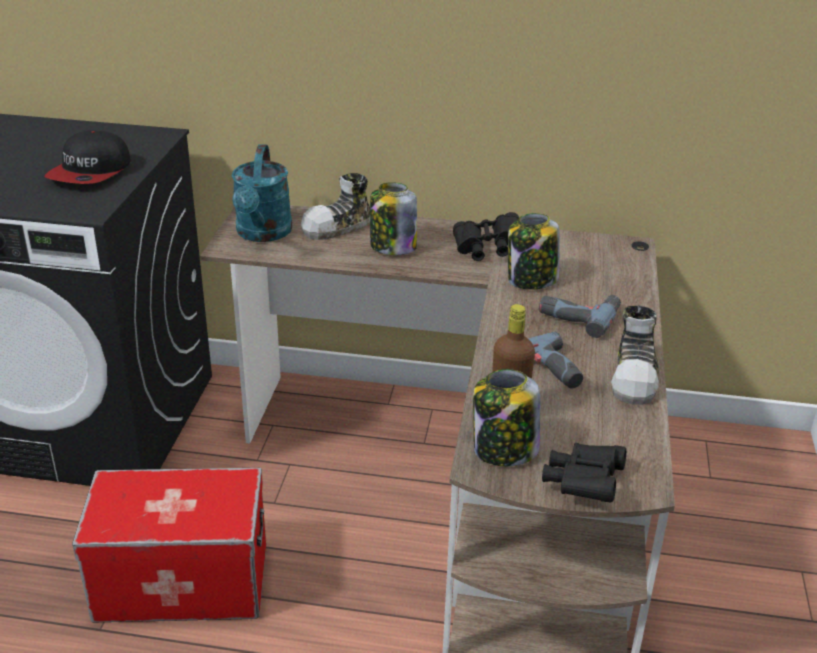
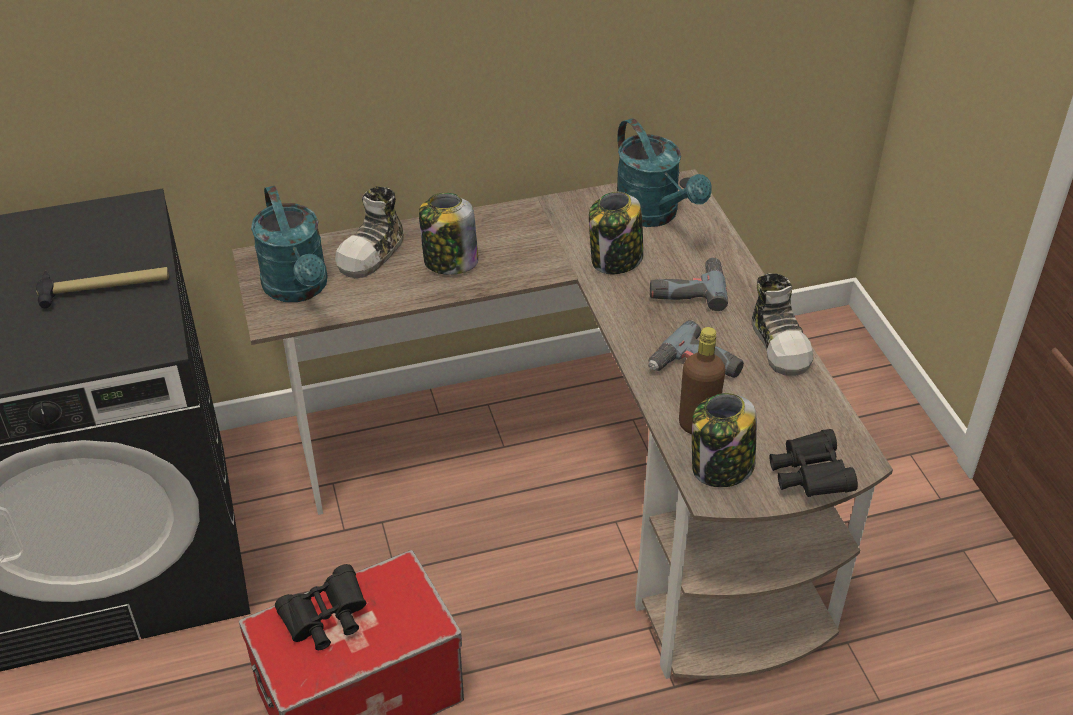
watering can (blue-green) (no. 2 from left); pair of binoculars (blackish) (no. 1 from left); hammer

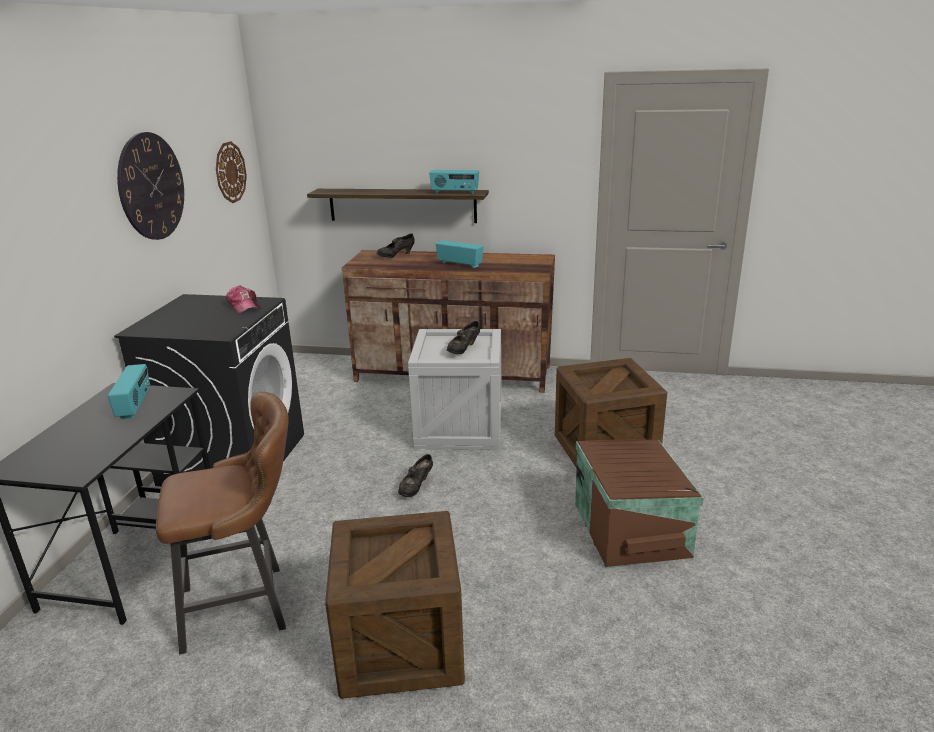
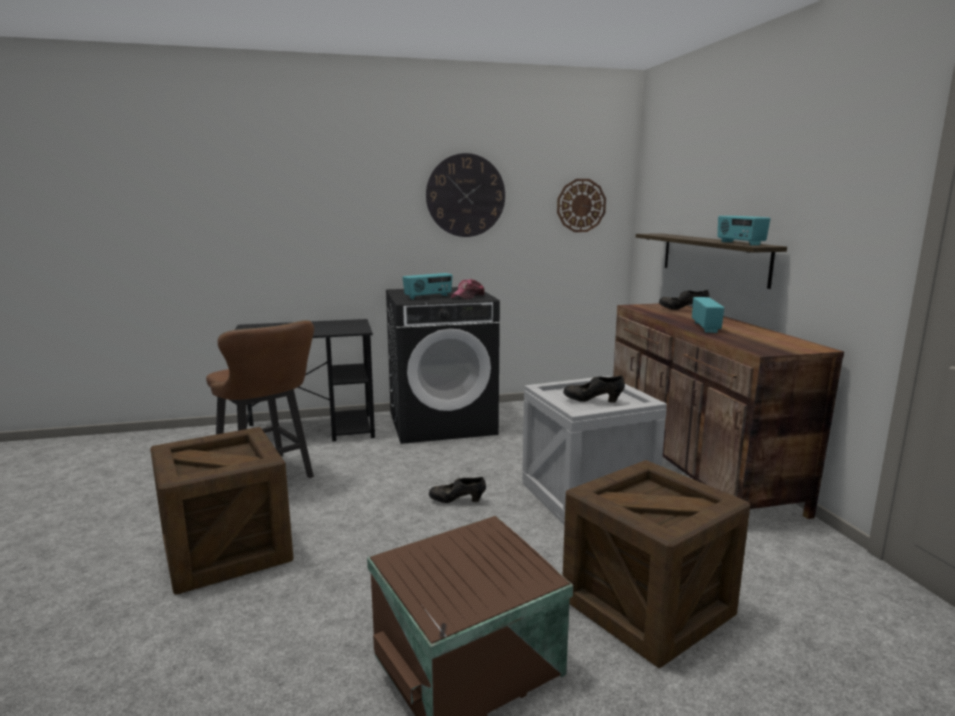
radio set (no. 1 from left)

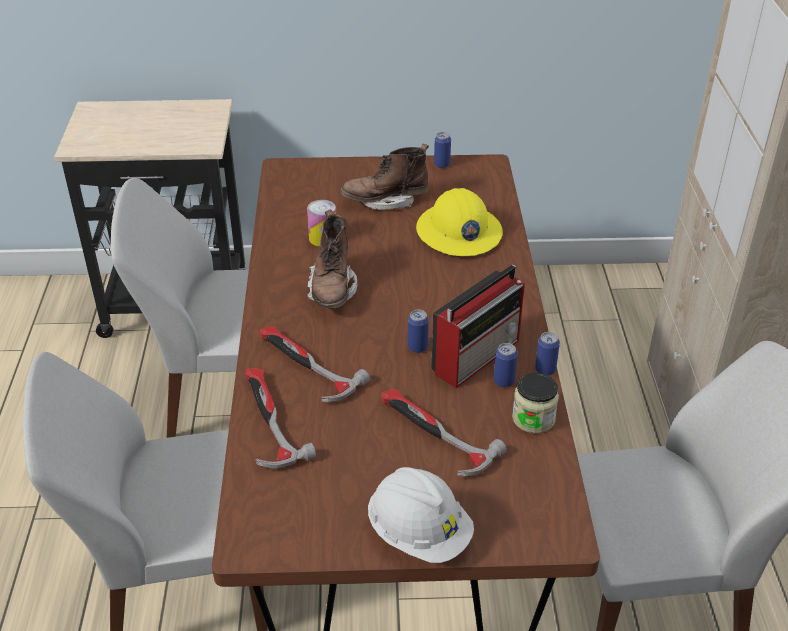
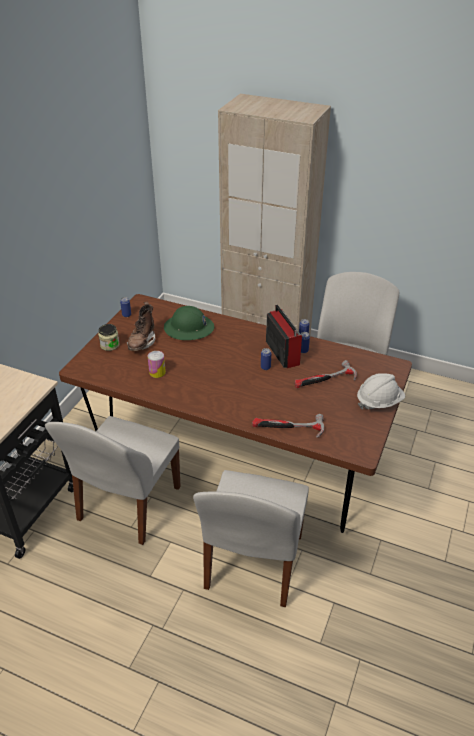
hammer (no. 2 from left in the first image); tall boot (brown) (no. 1 from left in the first image); preserve jar; hard hat (green)

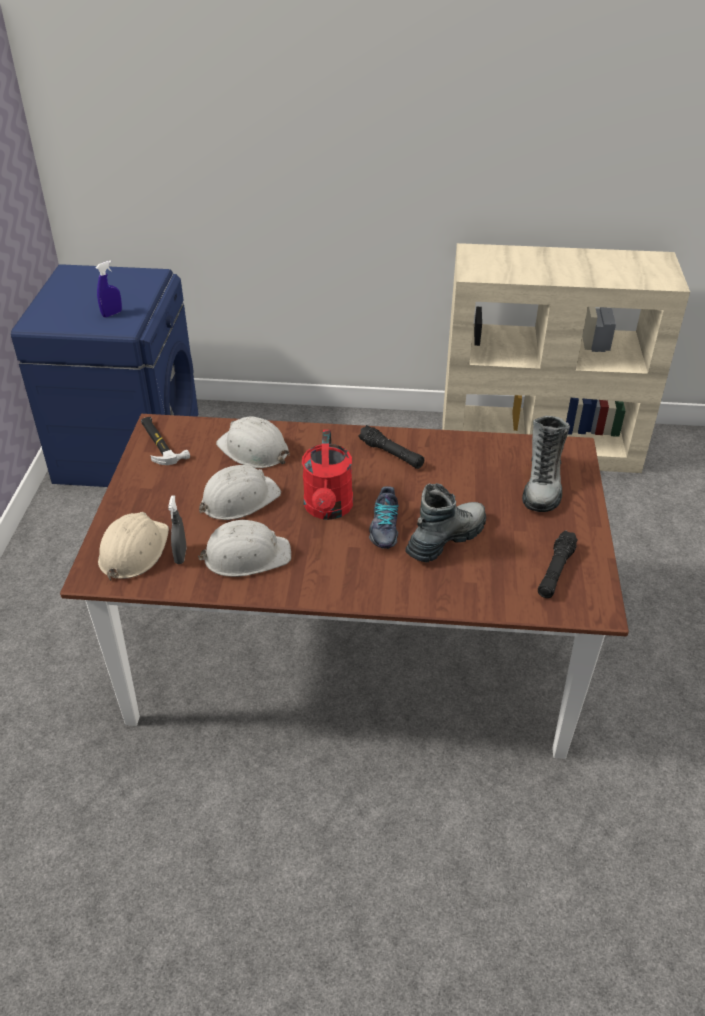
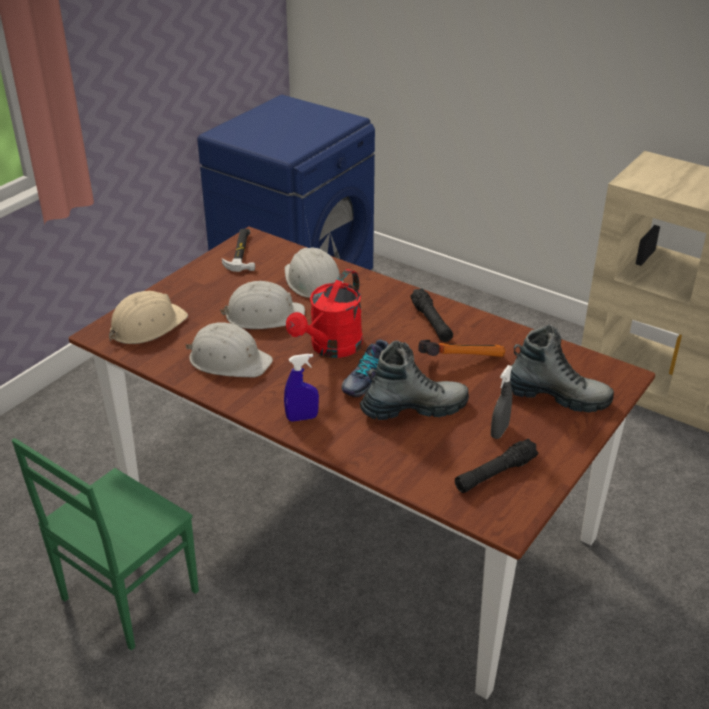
upright chair (green); hammer (no. 2 from left); hand sprayer (blue); hand sprayer (gray); tall boot (no. 2 from left)

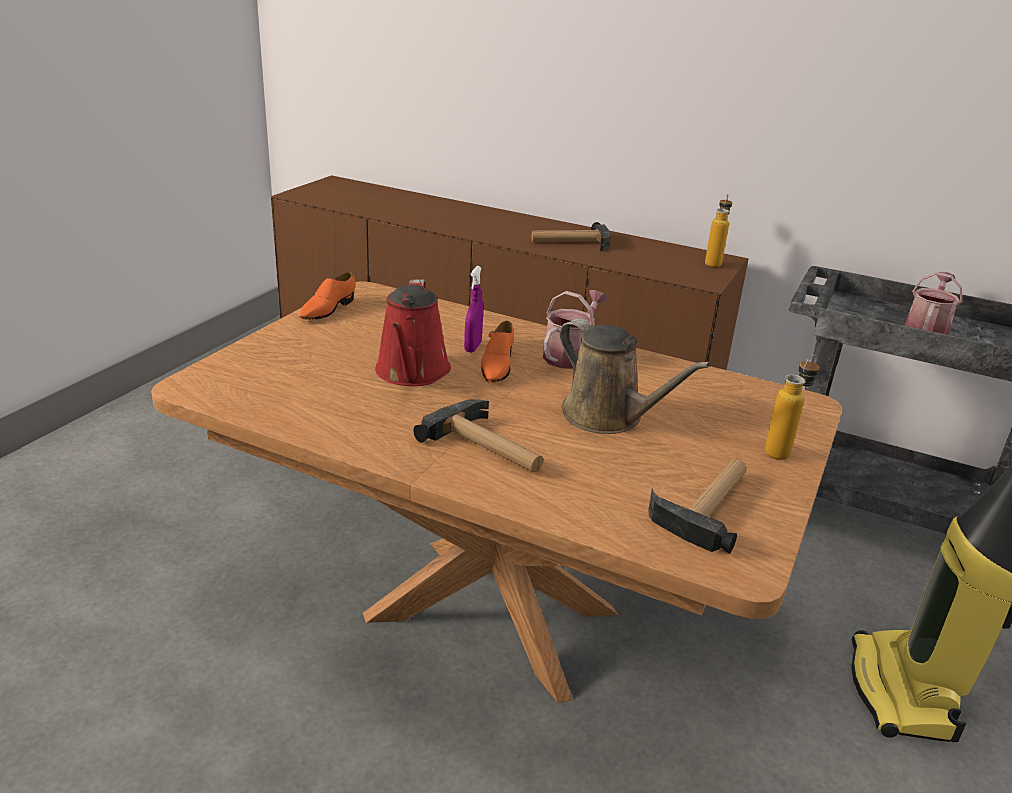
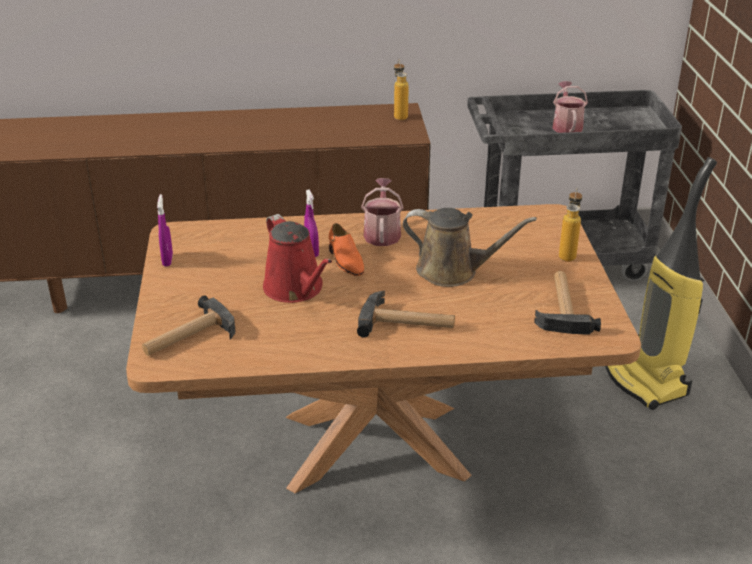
hammer (no. 1 from left); hand sprayer (purple) (no. 1 from left)

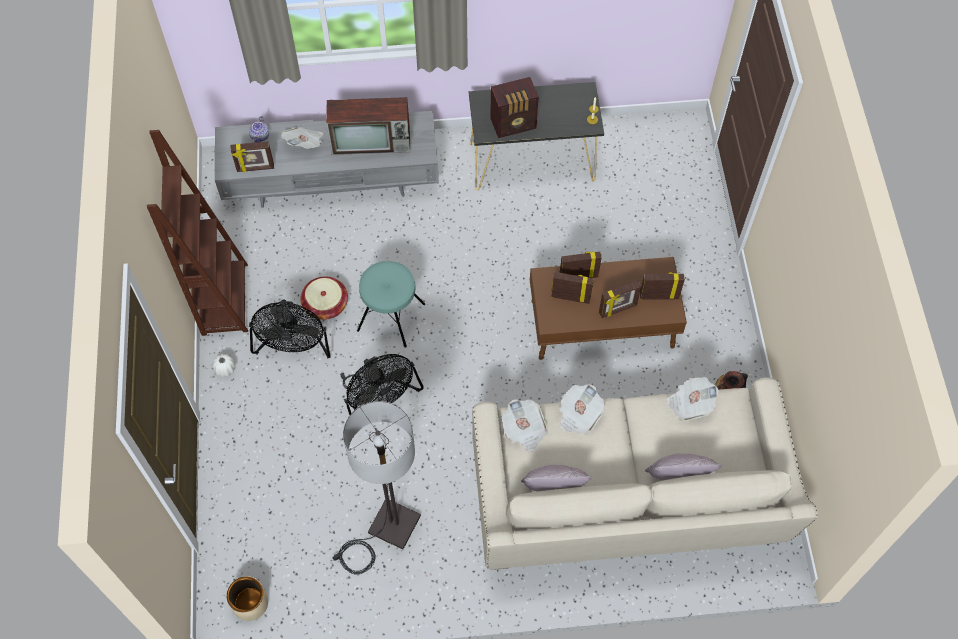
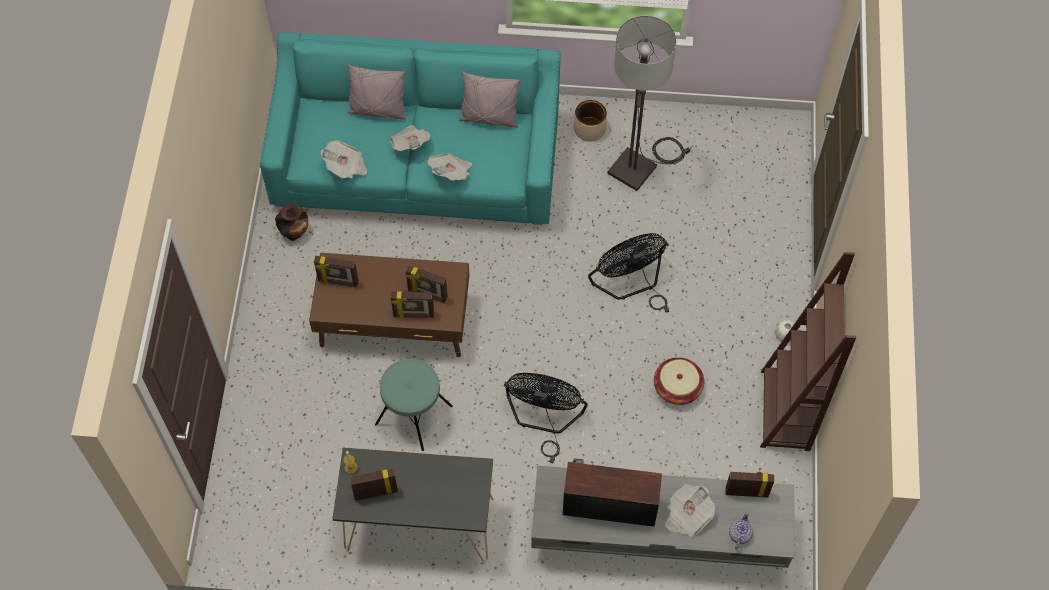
radio set; flower pot (beige); fan (blackish) (no. 1 from left); stool seat (blue-green); printed paper (no. 2 from left); picture frame (no. 2 from left); sofa (blue-green)

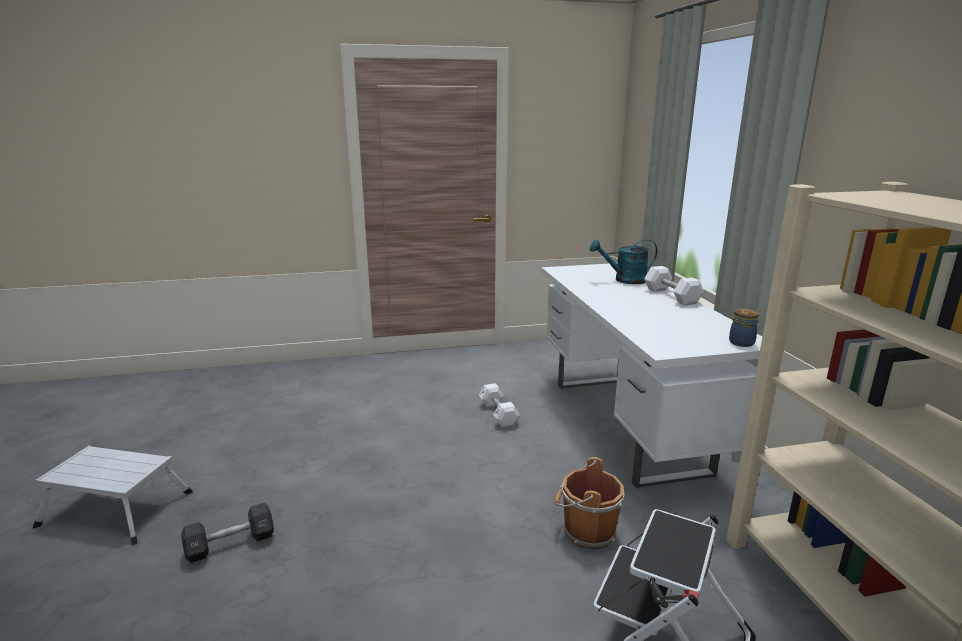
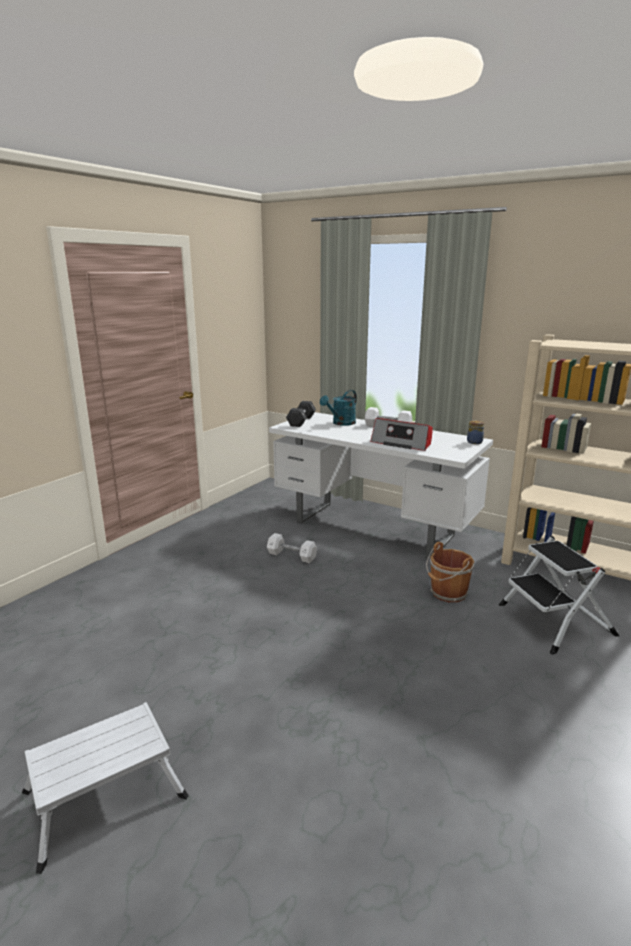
radio set; dumbbell (blackish)

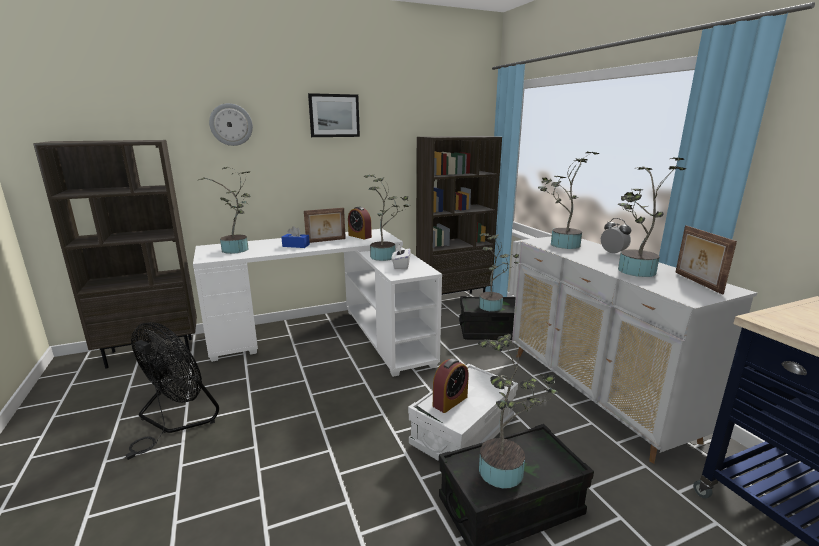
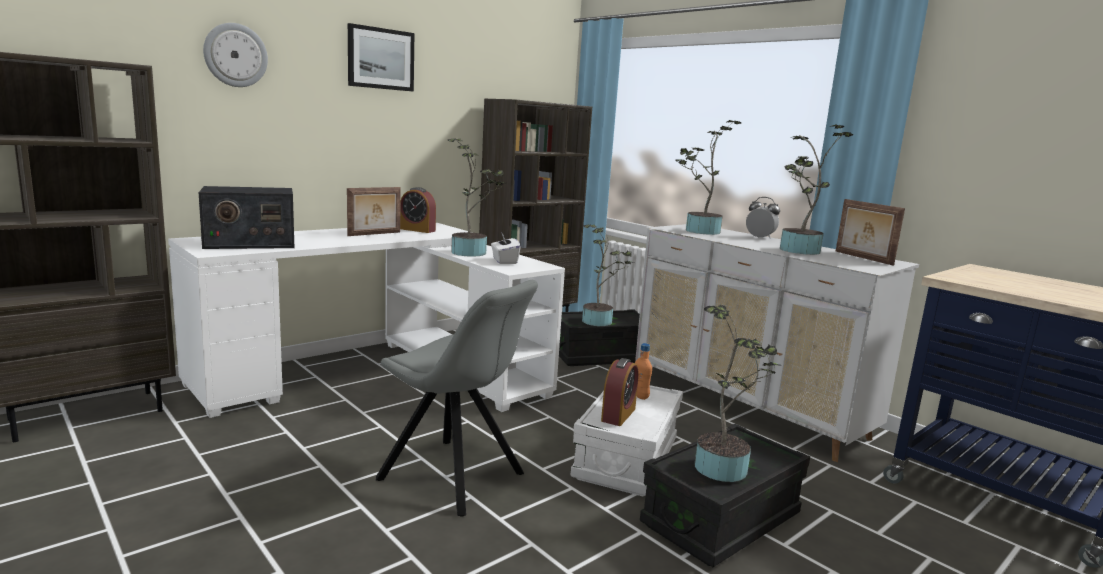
fan (blackish); tissue holder (blue); upright chair (gray); bottle (orangey); radio set

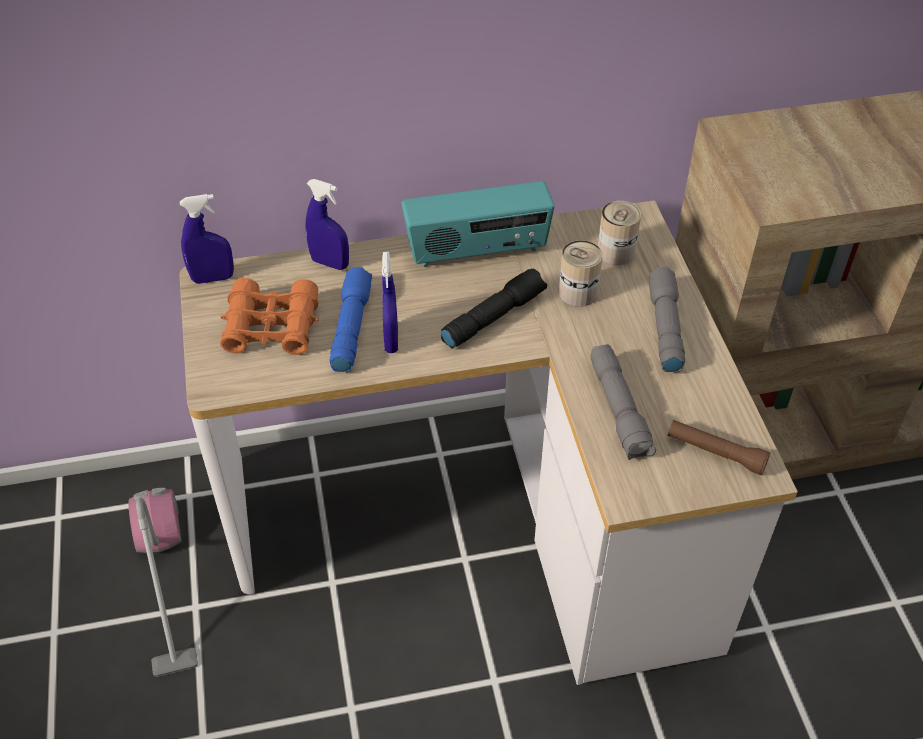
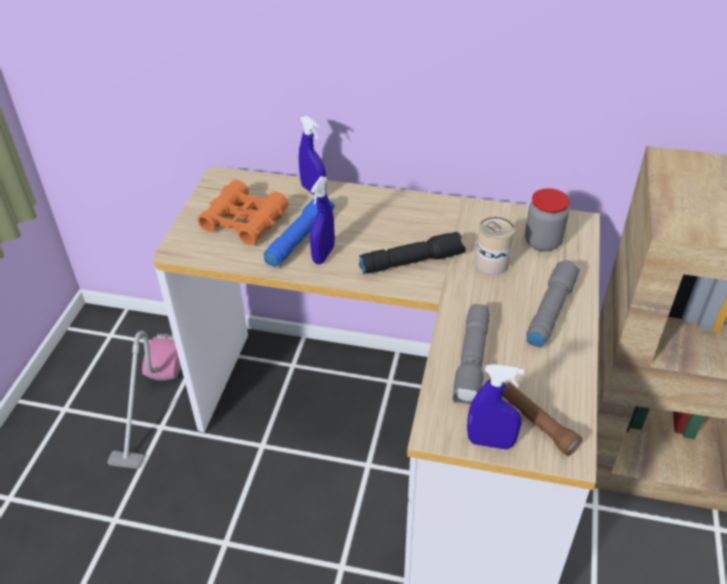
radio set; hand sprayer (blue) (no. 3 from left); preserve jar

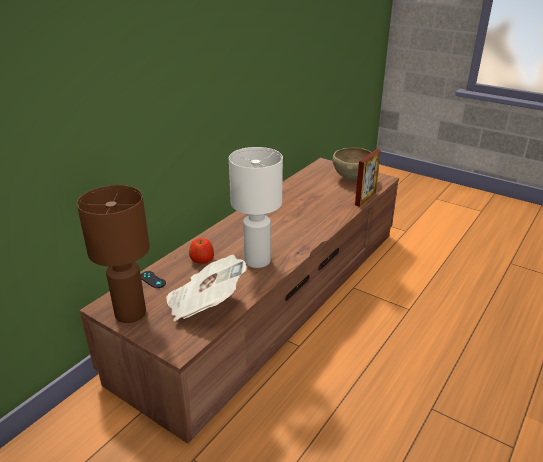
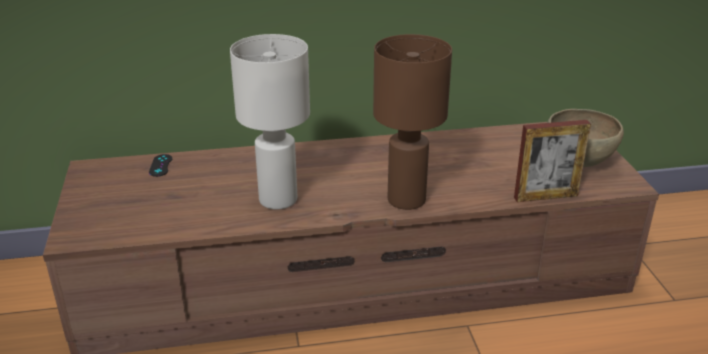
printed paper; apple; tabletop lamp (brown)

